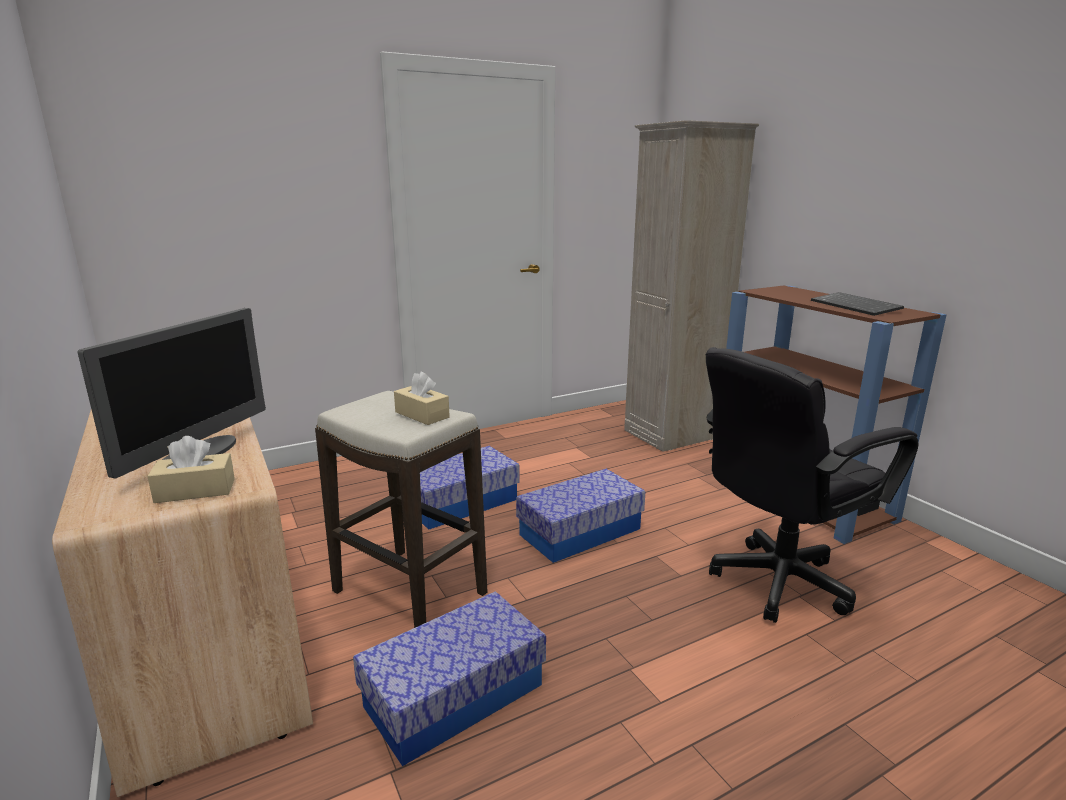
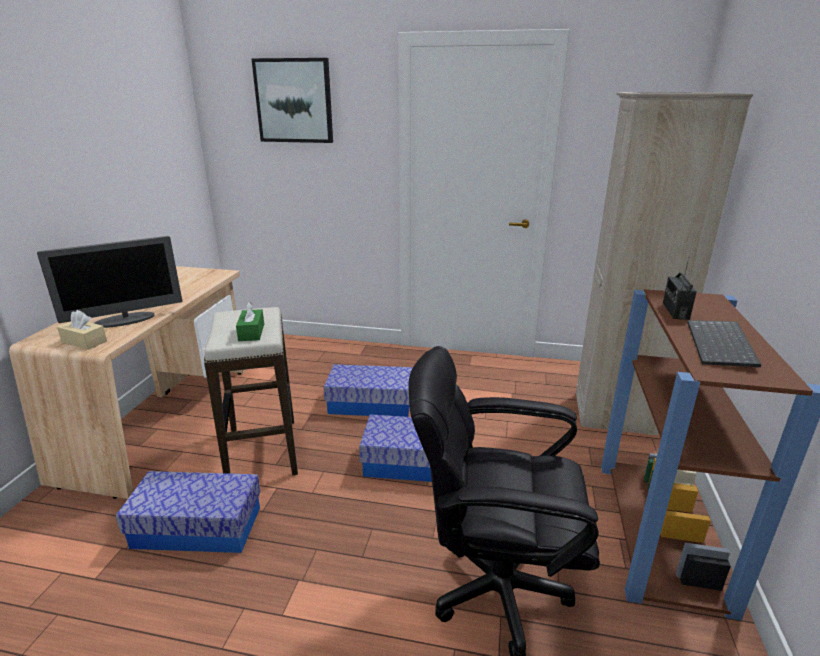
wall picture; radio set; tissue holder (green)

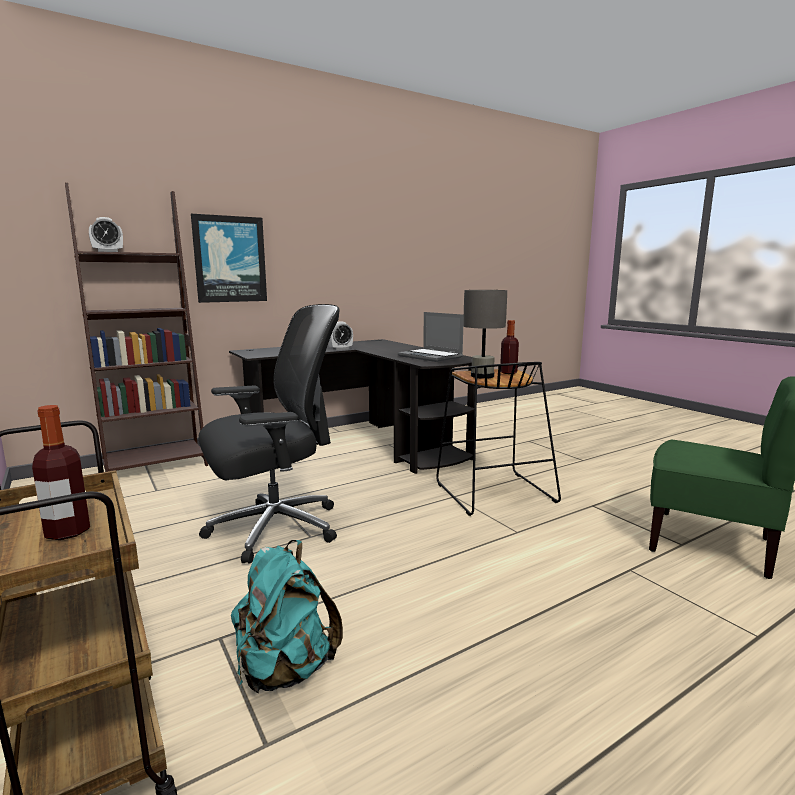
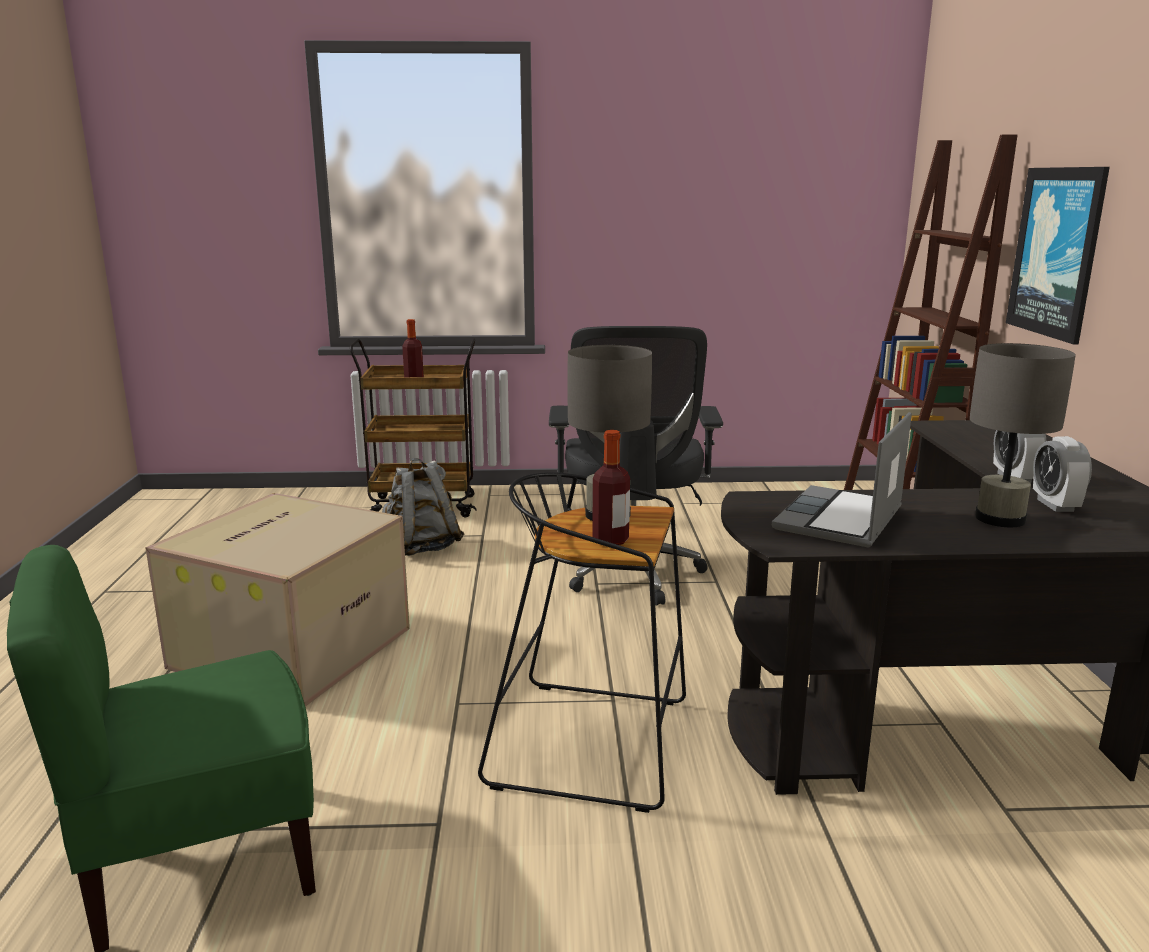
cardboard box; tabletop lamp (gray) (no. 2 from left); alarm clock (no. 2 from left); knapsack (gray); laptop

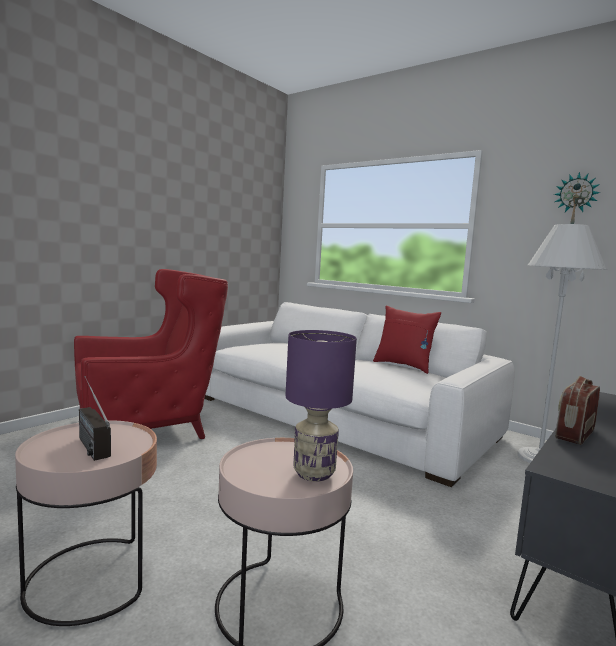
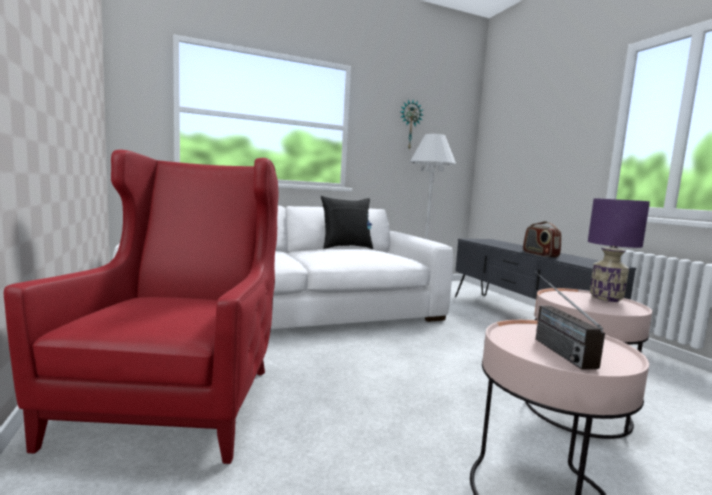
cushion (blackish); radio set (no. 2 from left)

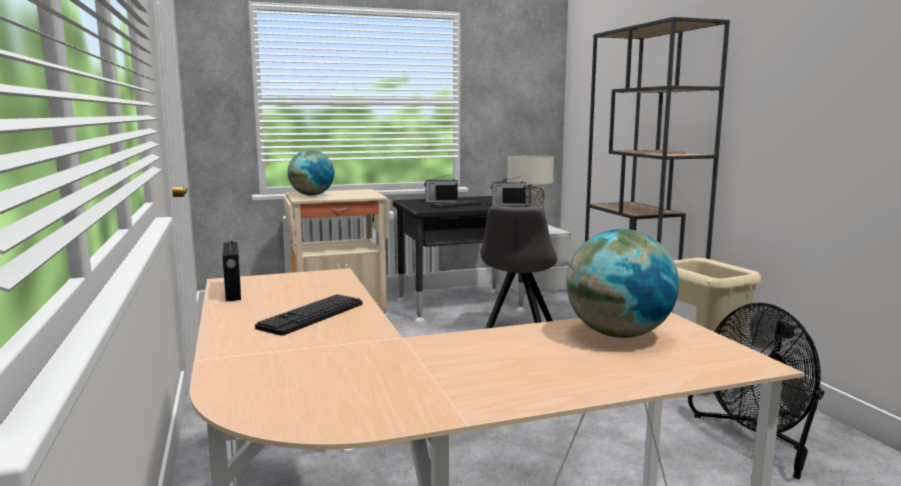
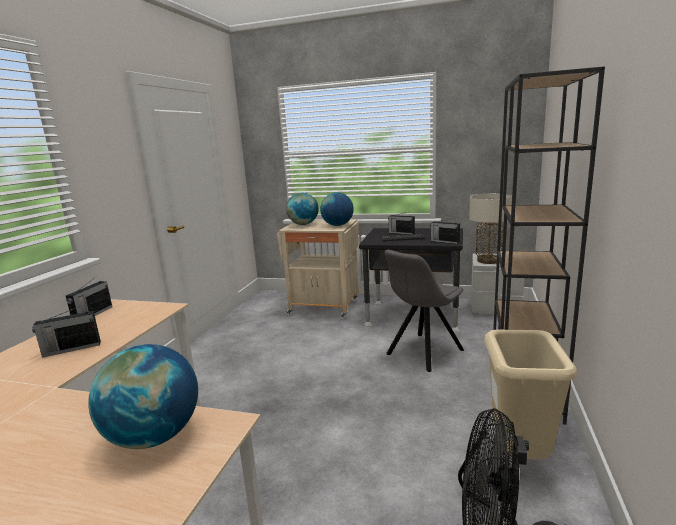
desk globe (no. 3 from left); radio set (no. 1 from left)

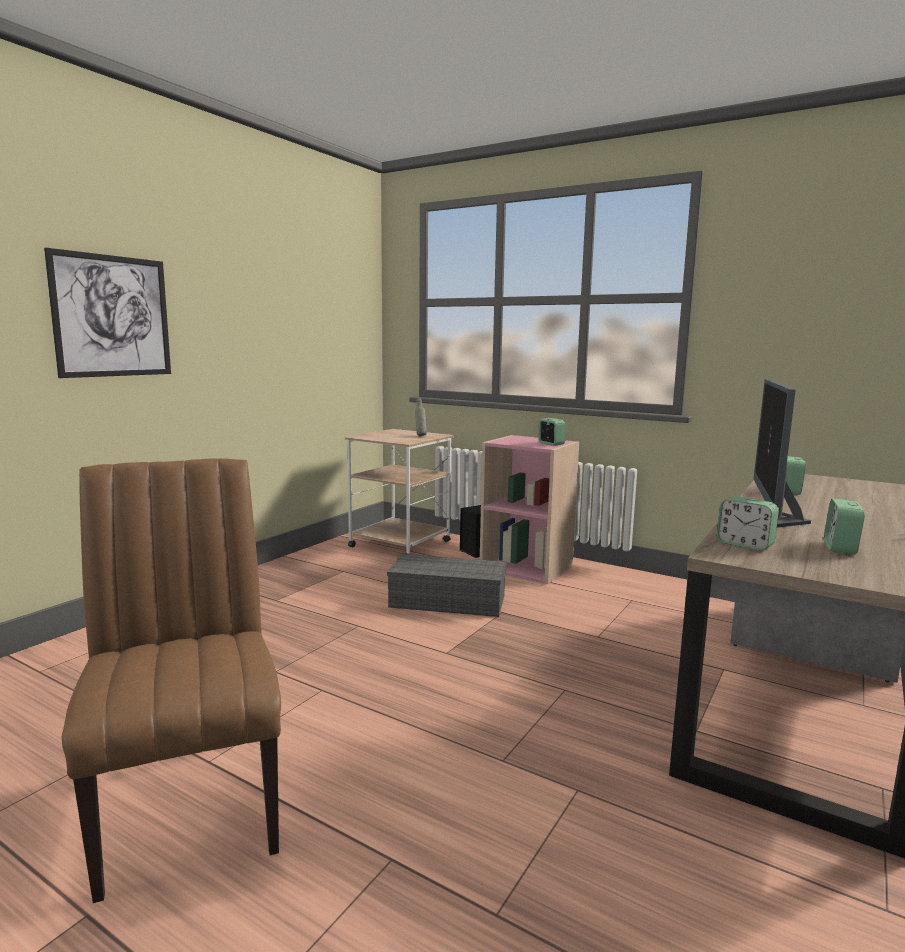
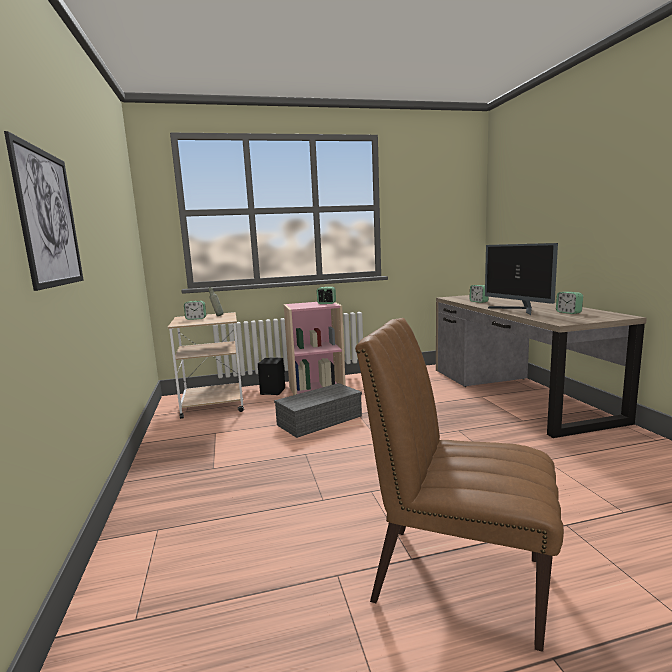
alarm clock (no. 1 from left)

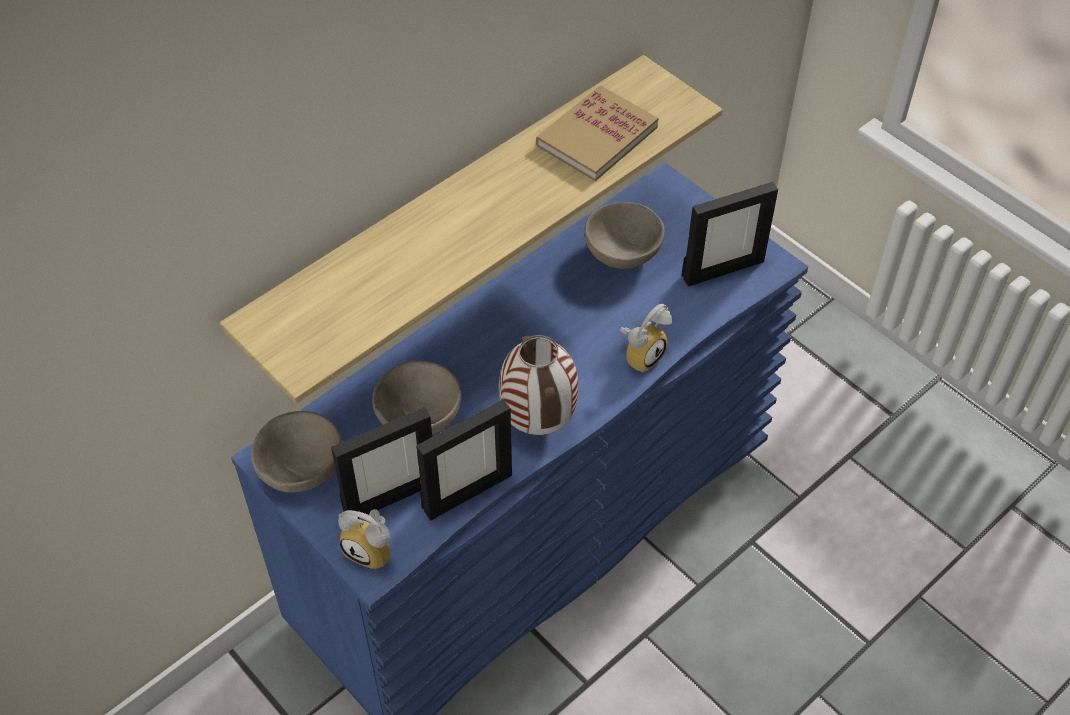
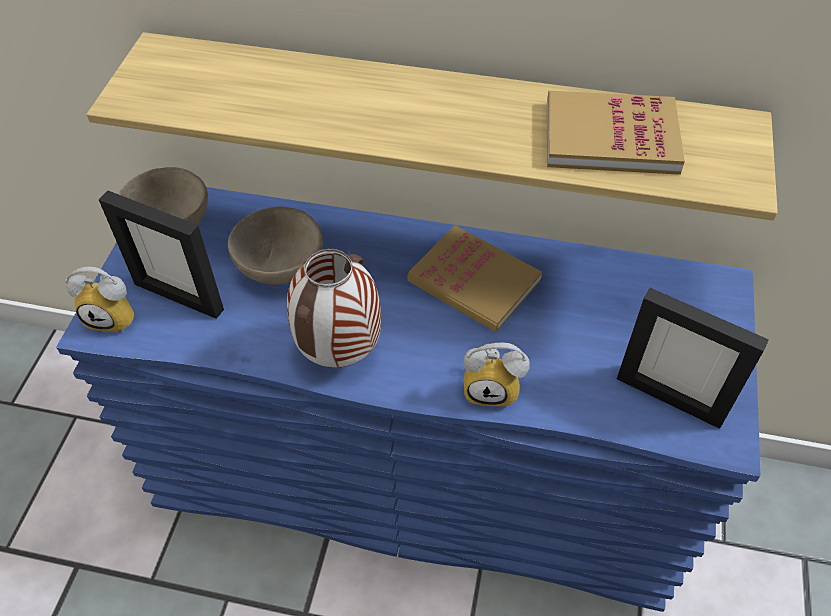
picture frame (no. 2 from left in the first image); deep dish (beige) (no. 3 from left in the first image); volume (no. 1 from left); alarm clock (no. 1 from left)

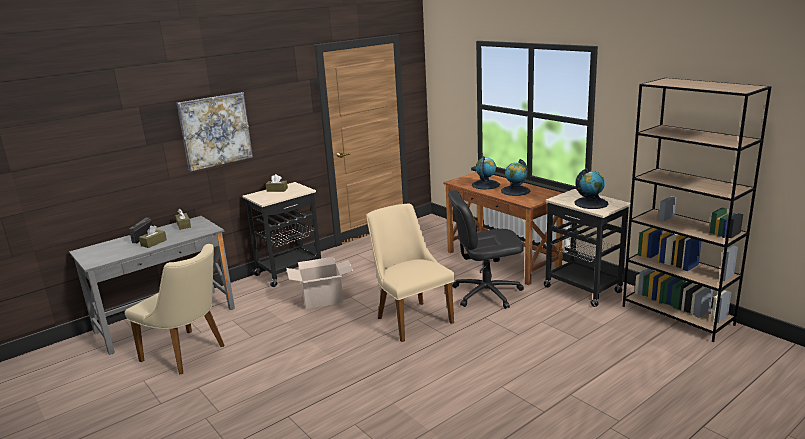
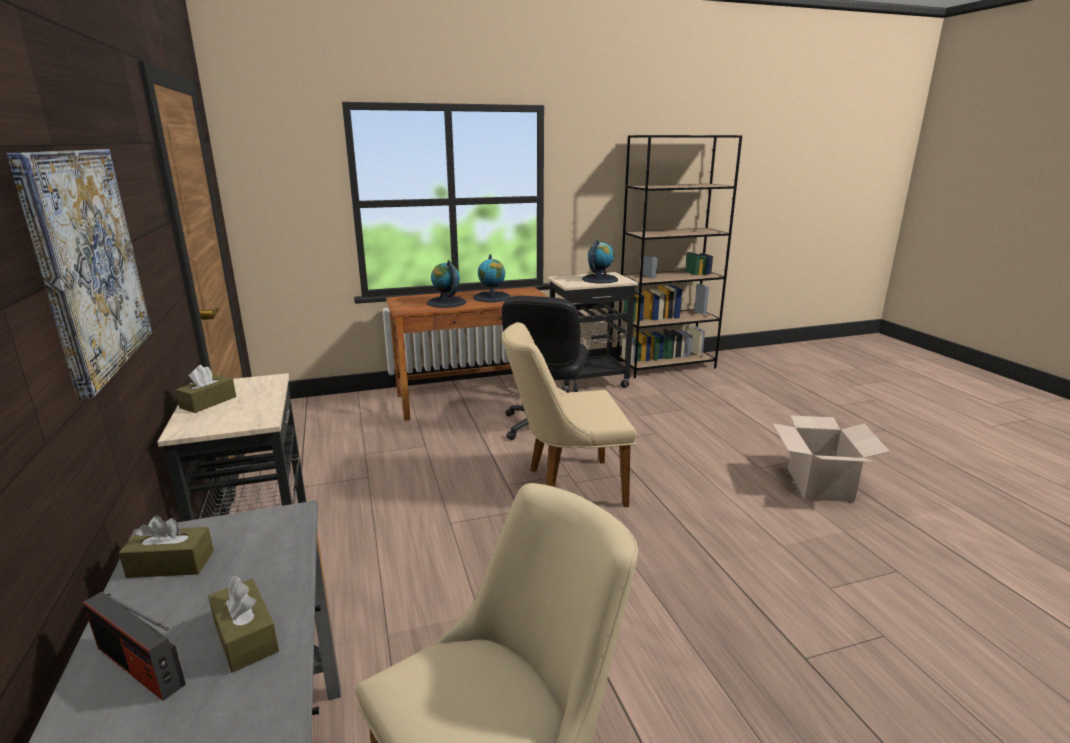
cardboard box

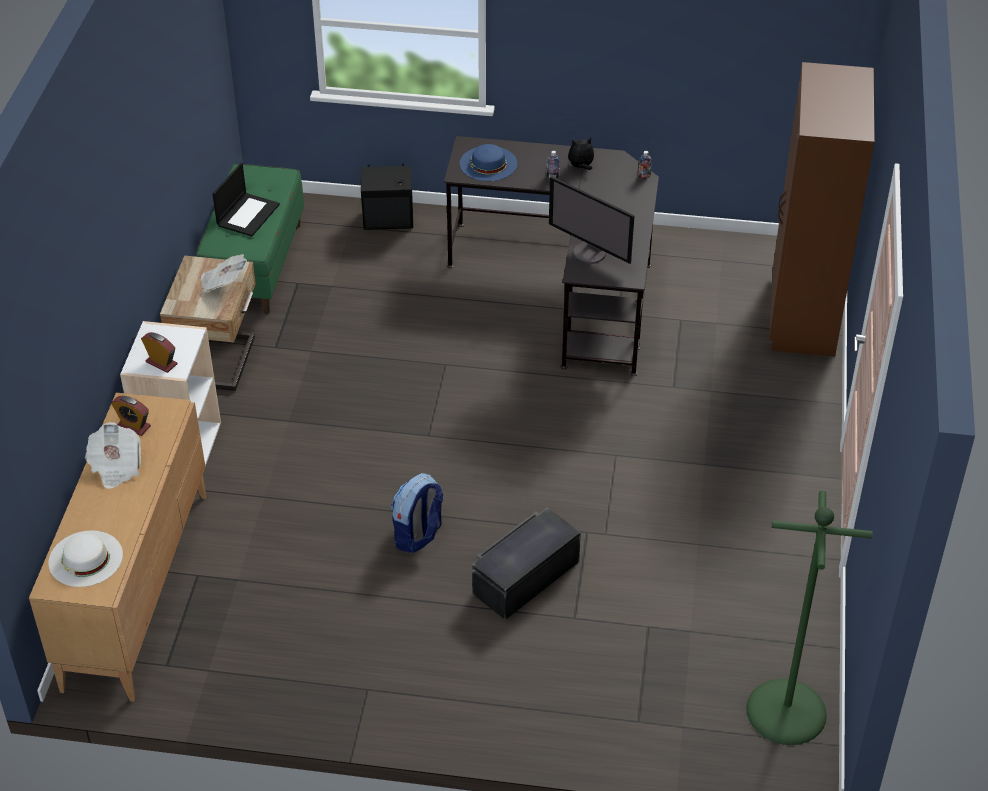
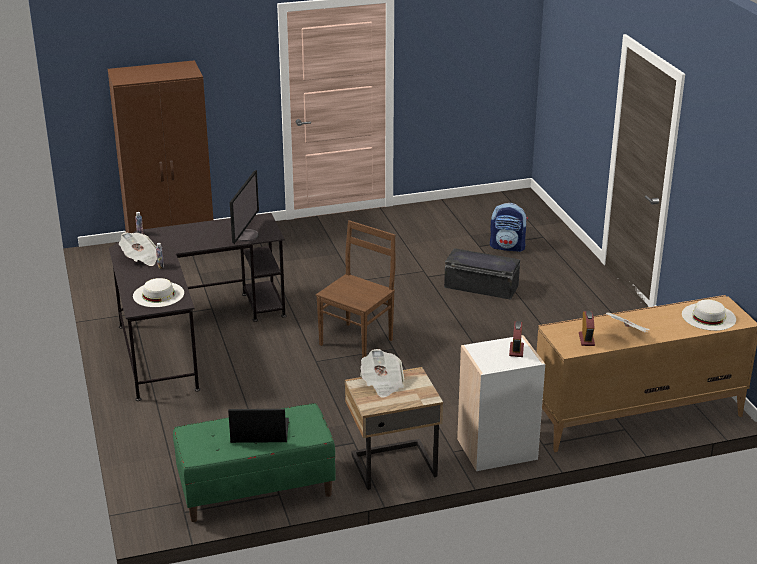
speaker (blackish); garment stand (green); upright chair (brown); knapsack; printed paper (no. 1 from left); clothing hat (whitish) (no. 1 from left)

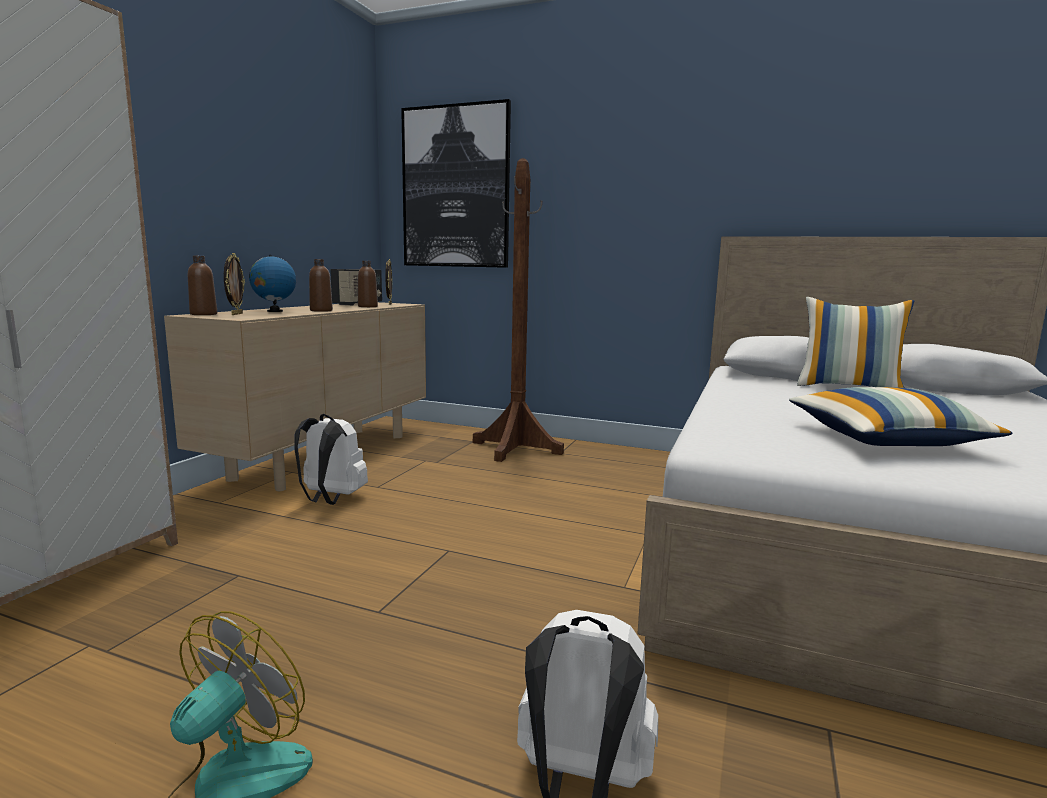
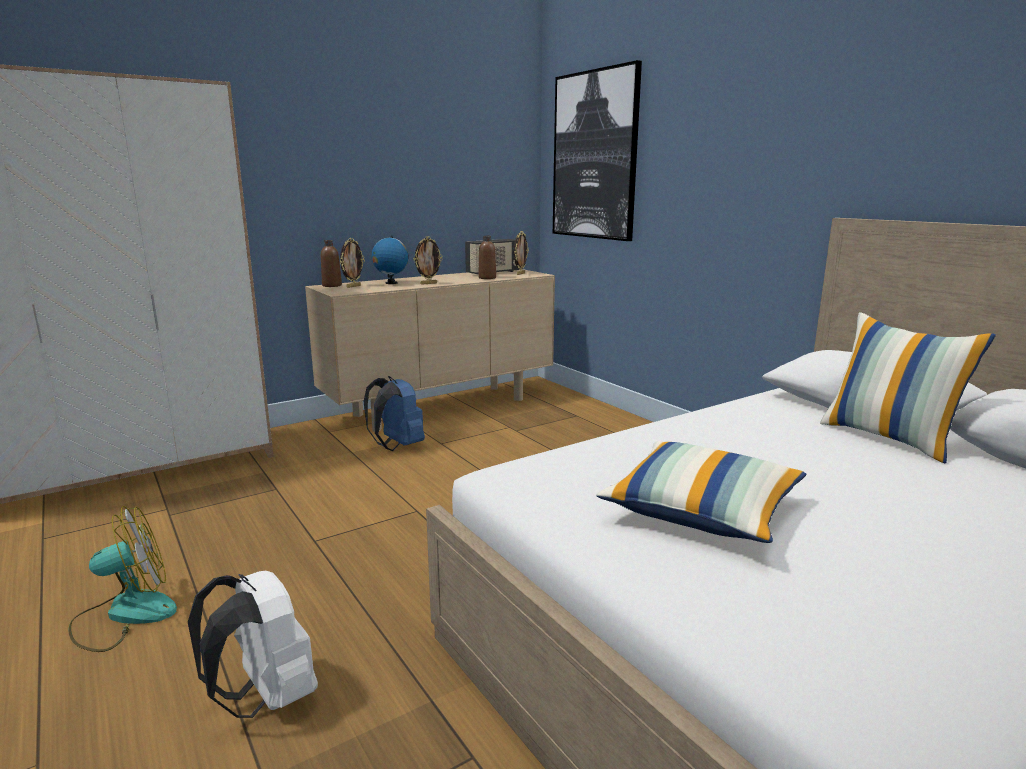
garment stand (brown); picture frame (no. 2 from left); knapsack (blue)

